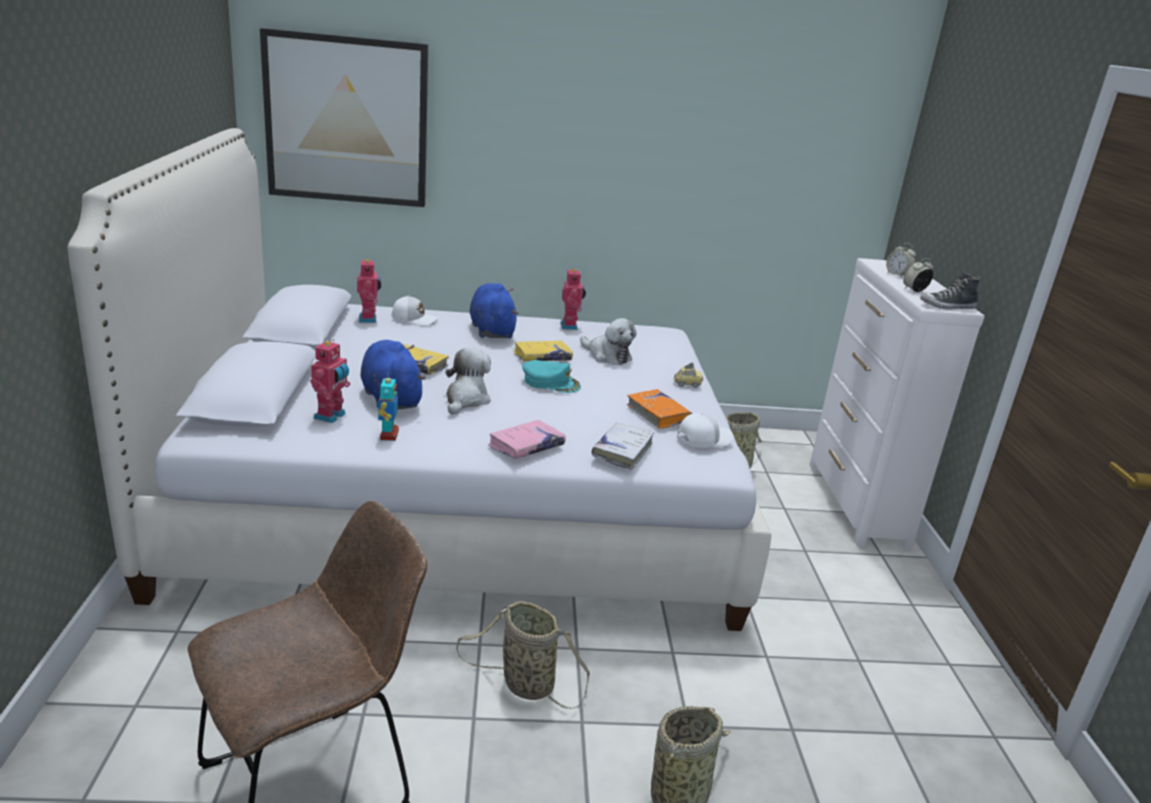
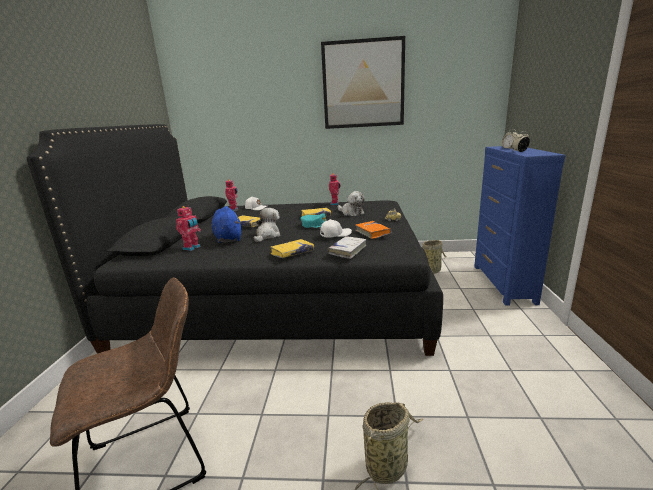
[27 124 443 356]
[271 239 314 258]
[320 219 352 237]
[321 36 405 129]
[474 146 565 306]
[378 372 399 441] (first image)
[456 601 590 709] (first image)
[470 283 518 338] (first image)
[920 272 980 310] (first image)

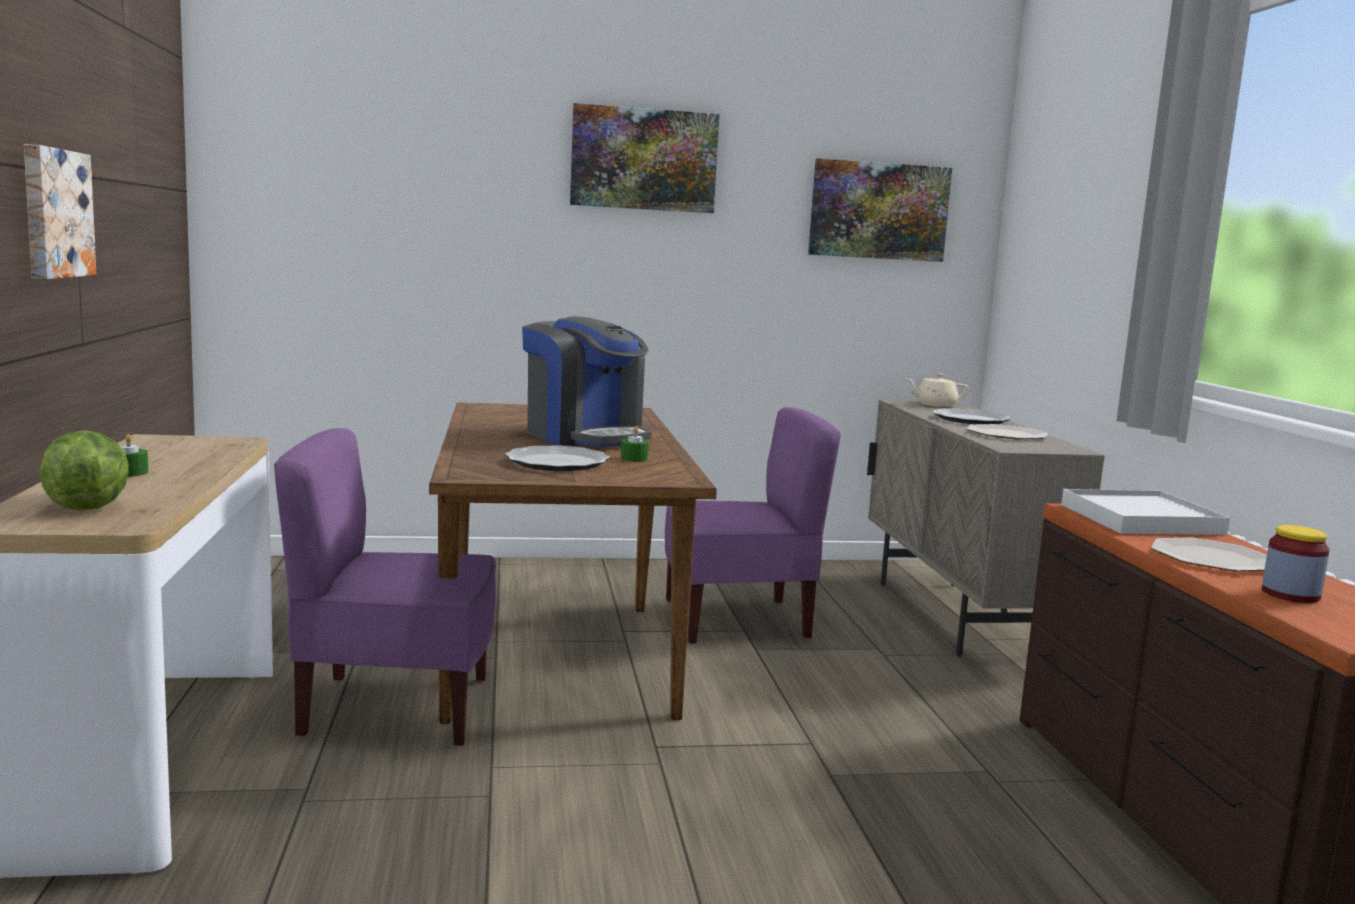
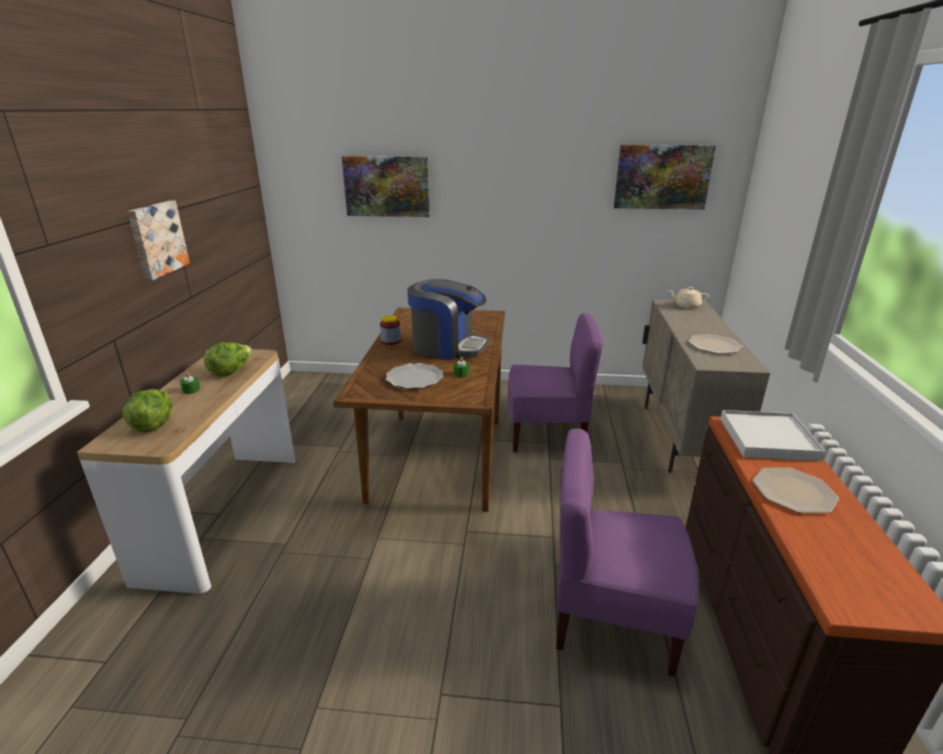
[204 342 252 377]
[342 156 430 217]
[380 315 401 345]
[407 279 488 360]
[556 429 699 677]
[932 408 1011 424] (first image)

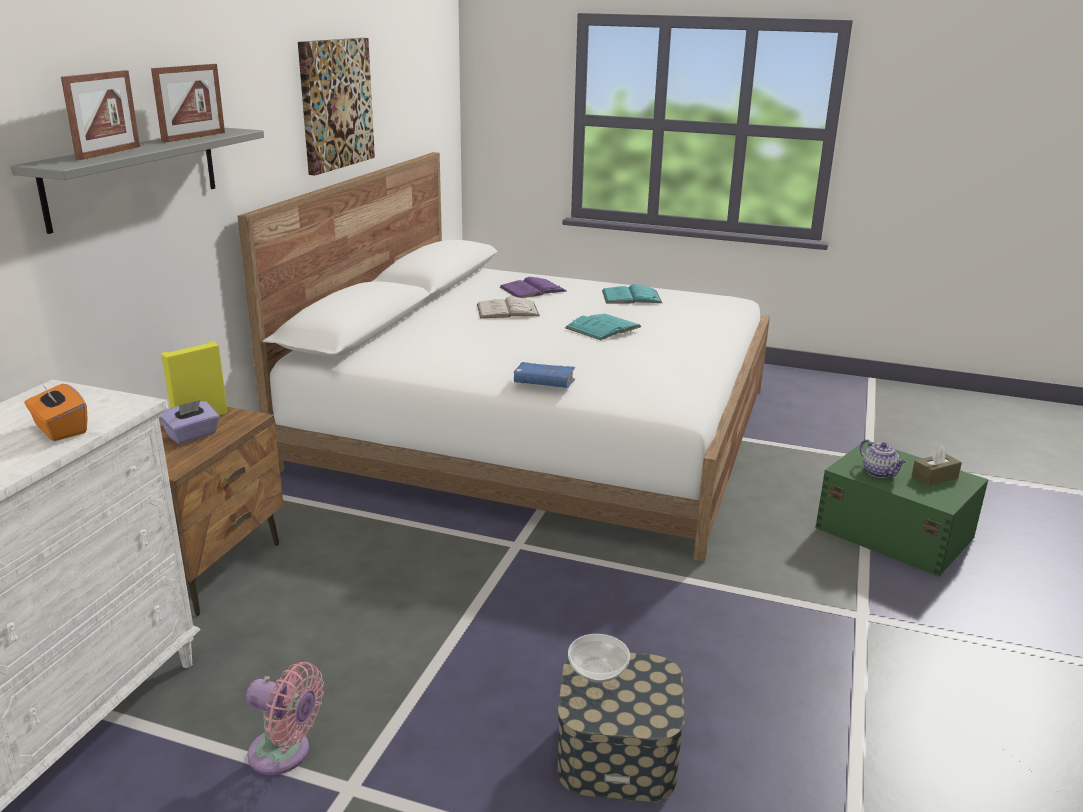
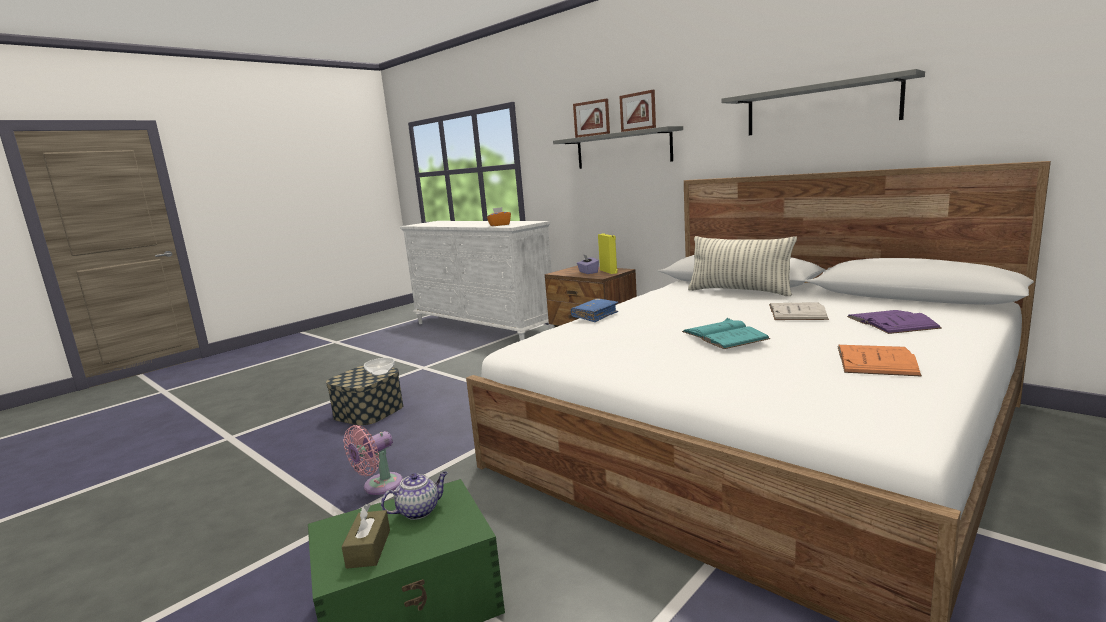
[343 425 403 495]
[381 472 448 520]
[688 236 797 296]
[721 69 925 136]
[837 345 922 377]

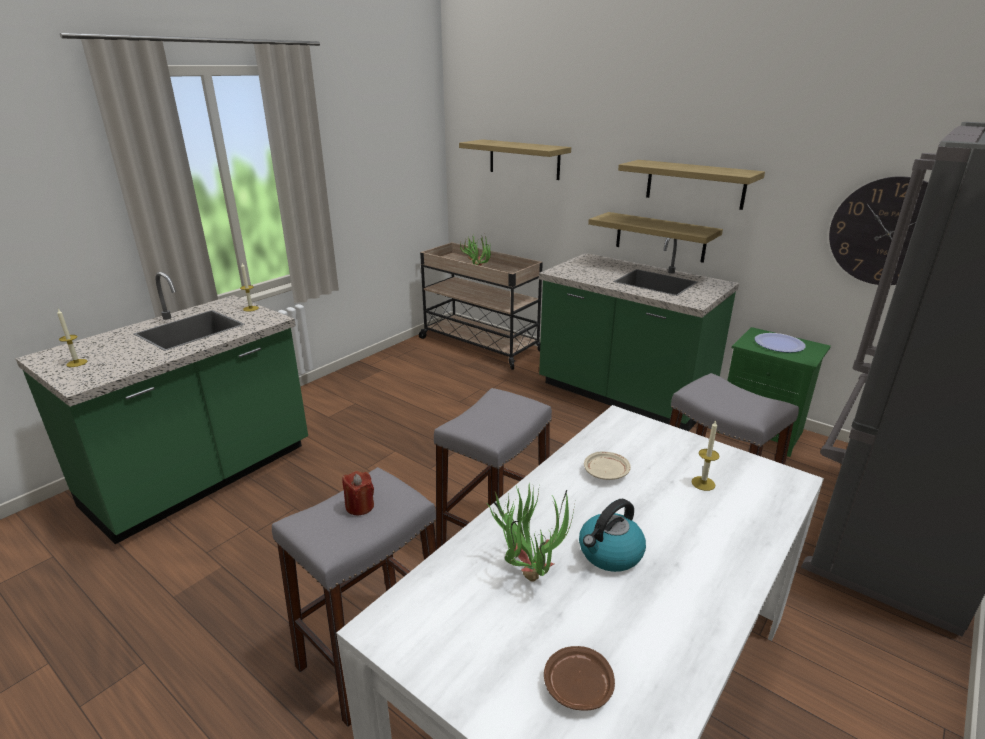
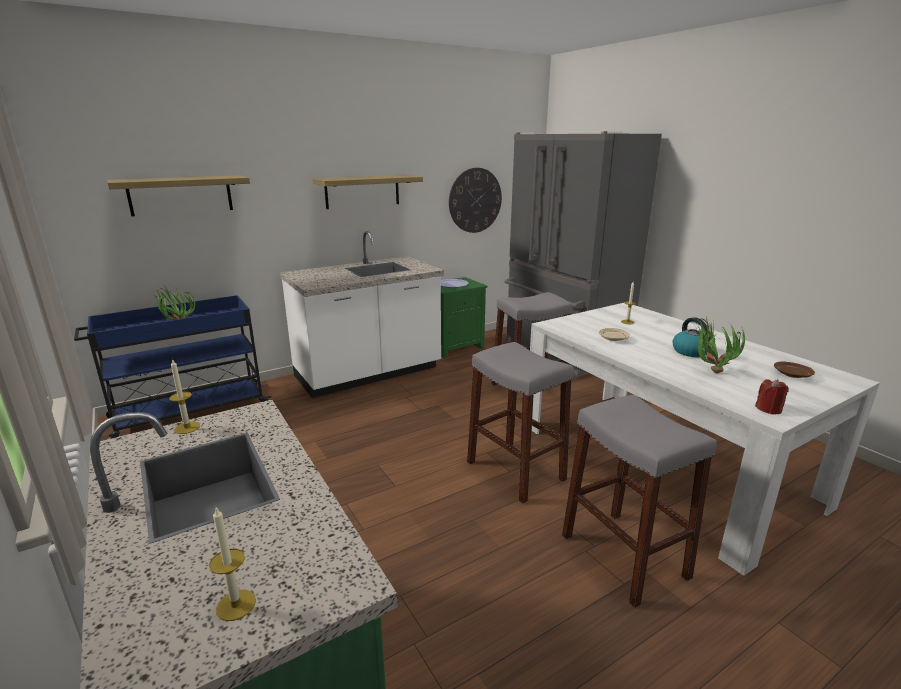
[74 295 272 439]
[280 231 444 398]
[755 379 789 414]
[588 212 723 263] (first image)

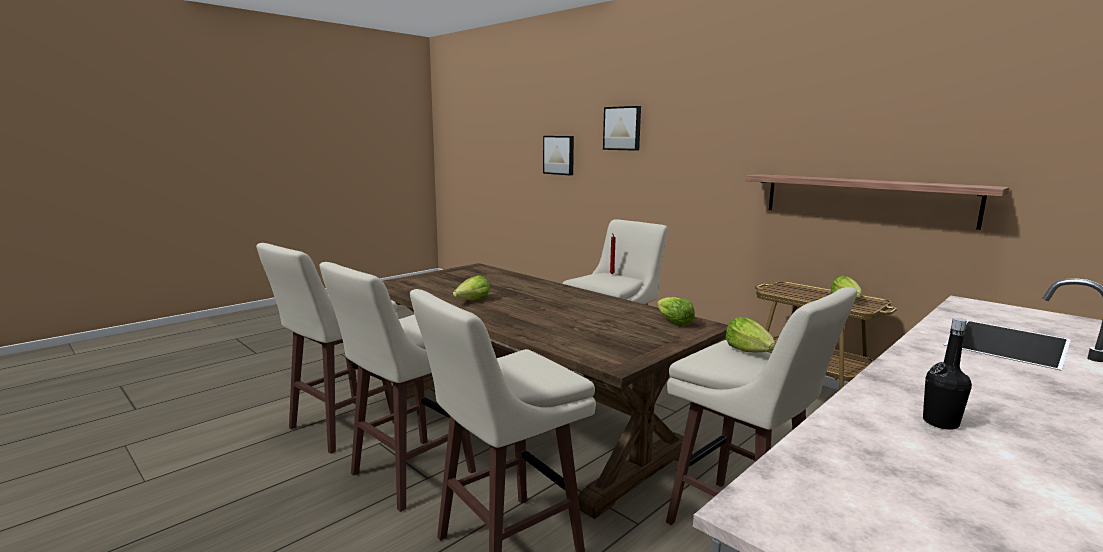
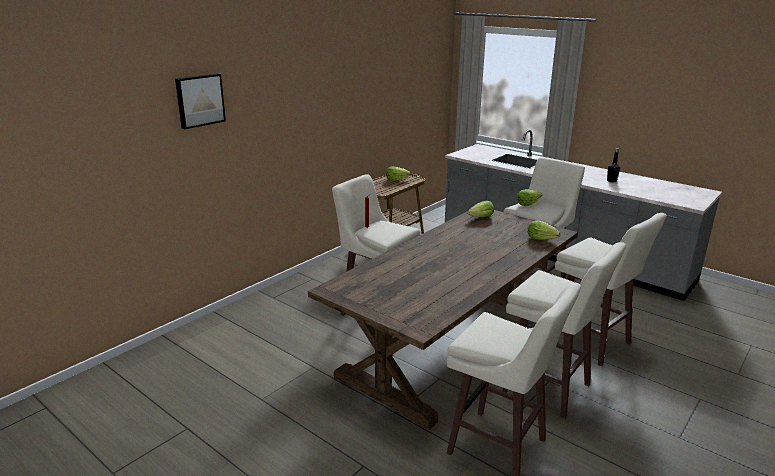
[528 220 561 240]
[543 136 574 175] (first image)
[745 174 1010 230] (first image)

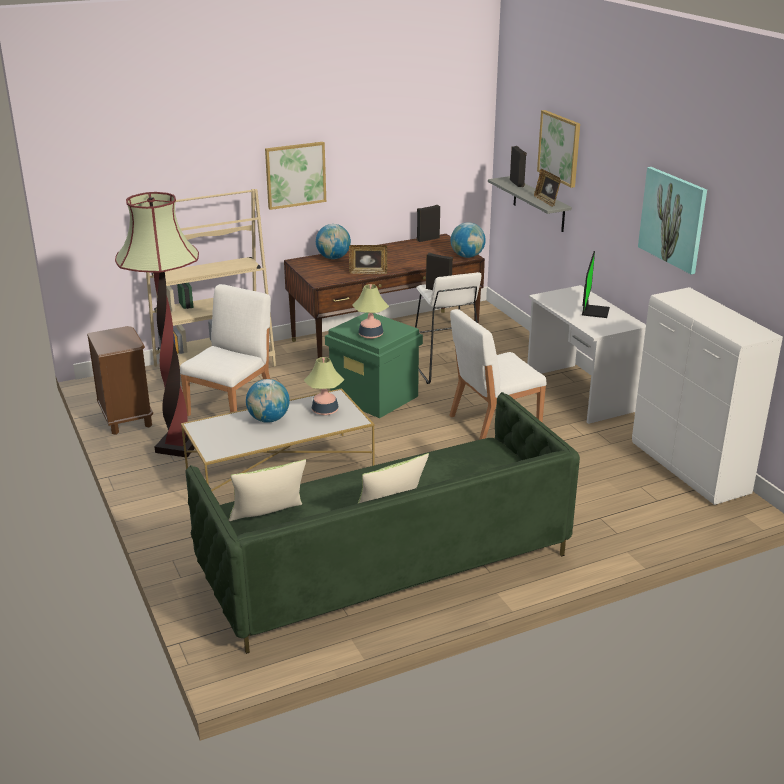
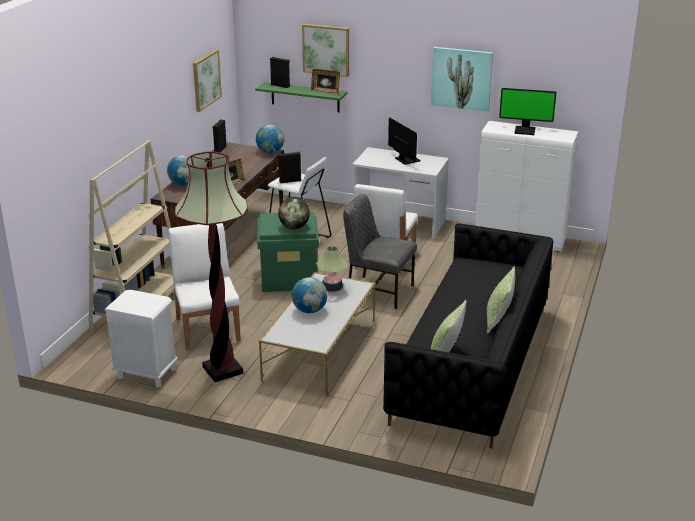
[104 290 178 388]
[193 49 222 112]
[255 82 347 112]
[278 197 310 229]
[343 194 417 309]
[383 223 553 448]
[499 88 556 135]

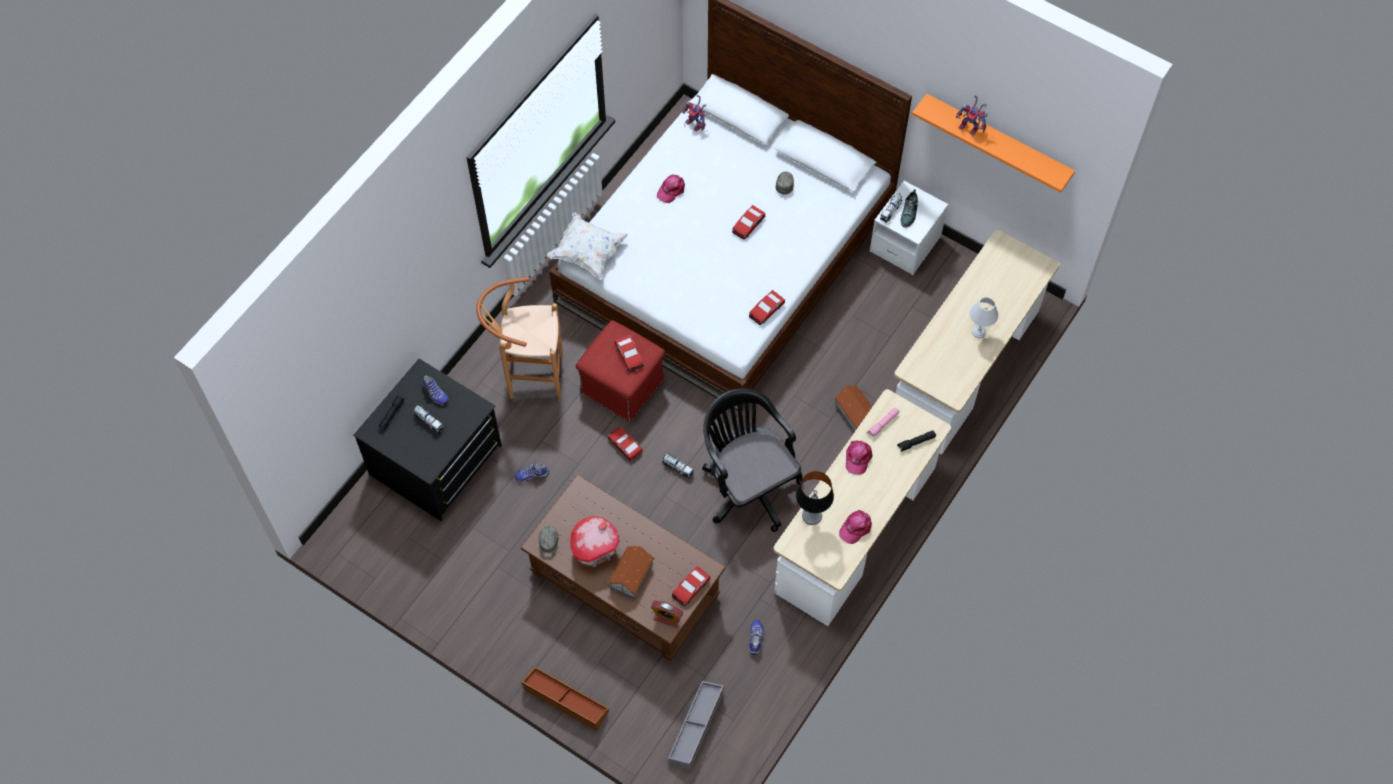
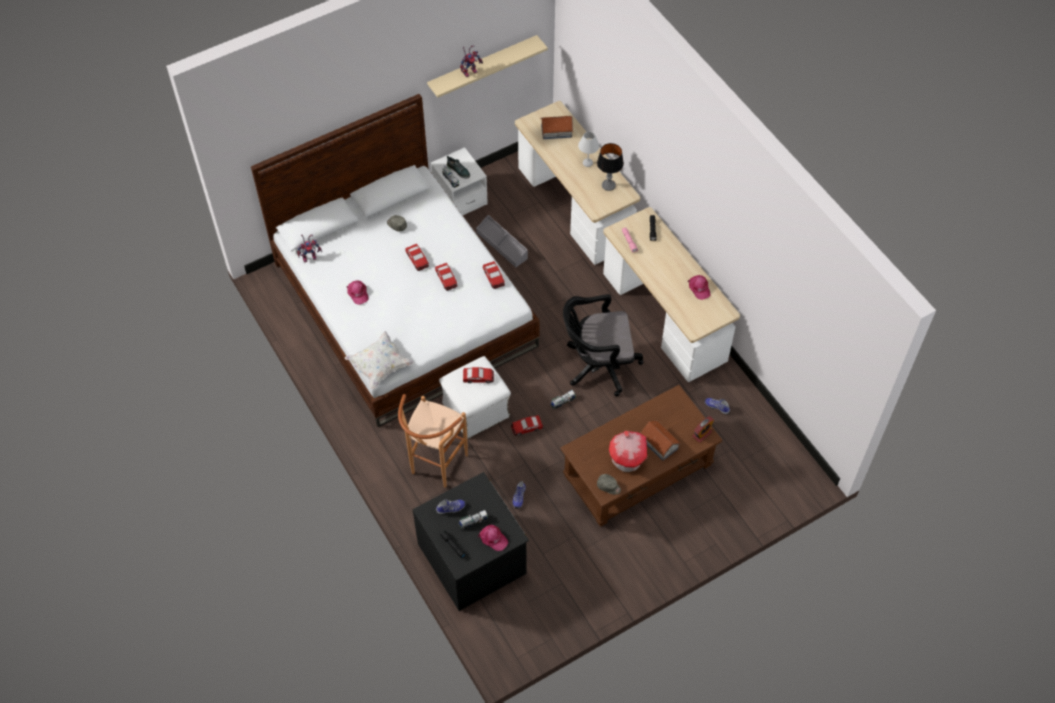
[427 35 548 98]
[435 263 457 291]
[439 356 511 439]
[476 215 528 268]
[478 525 508 551]
[541 116 573 139]
[597 143 624 191]
[521 667 609 731] (first image)

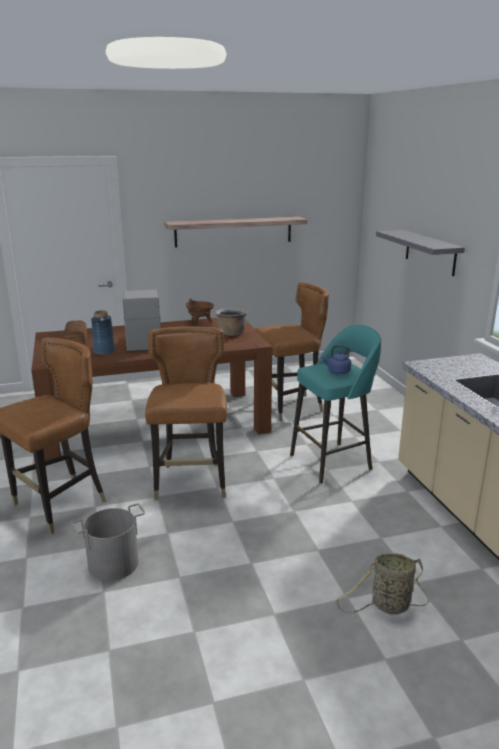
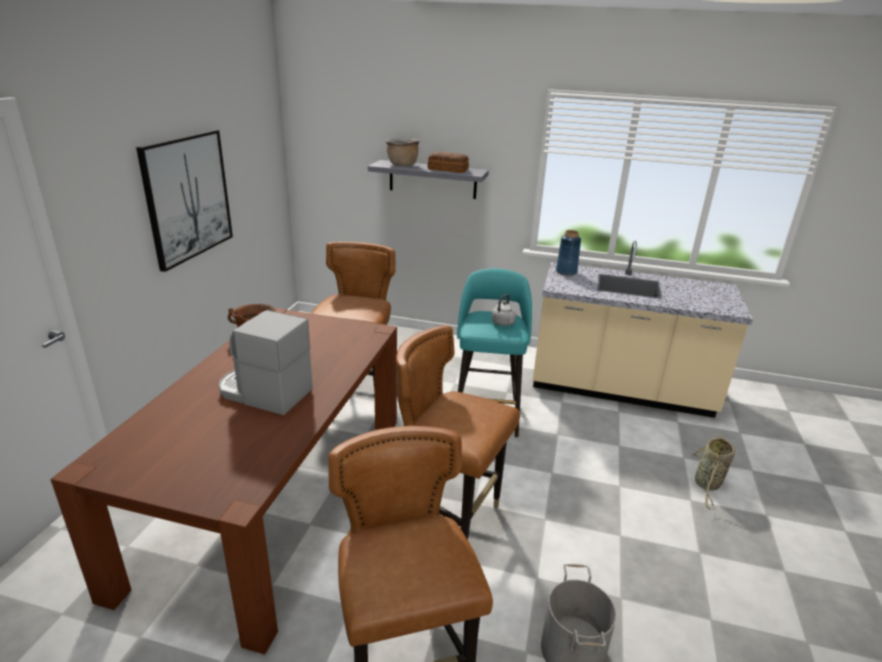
[136 130 233 272]
[386 138 419 166]
[428 152 469 173]
[491 294 516 326]
[556 230 581 276]

